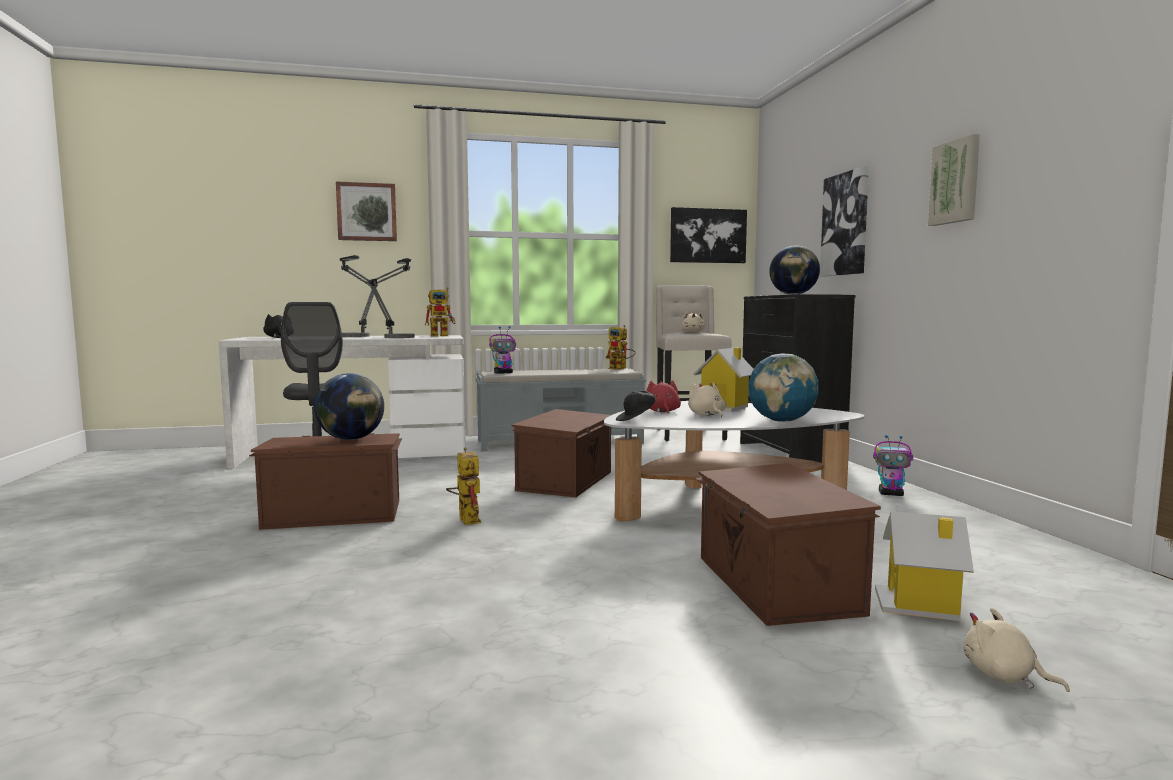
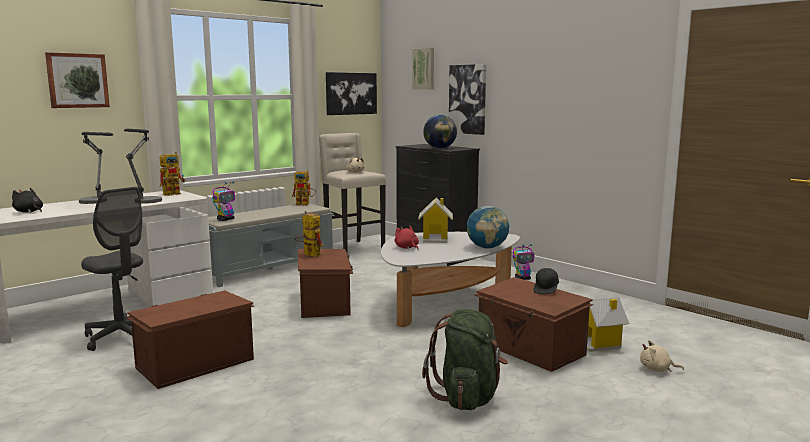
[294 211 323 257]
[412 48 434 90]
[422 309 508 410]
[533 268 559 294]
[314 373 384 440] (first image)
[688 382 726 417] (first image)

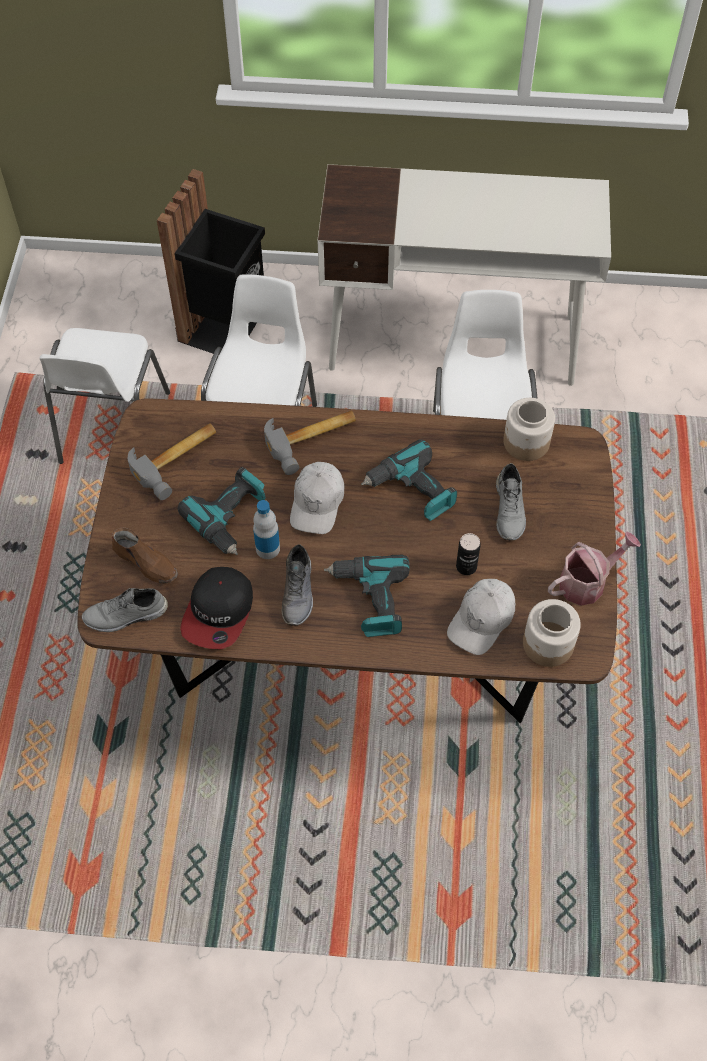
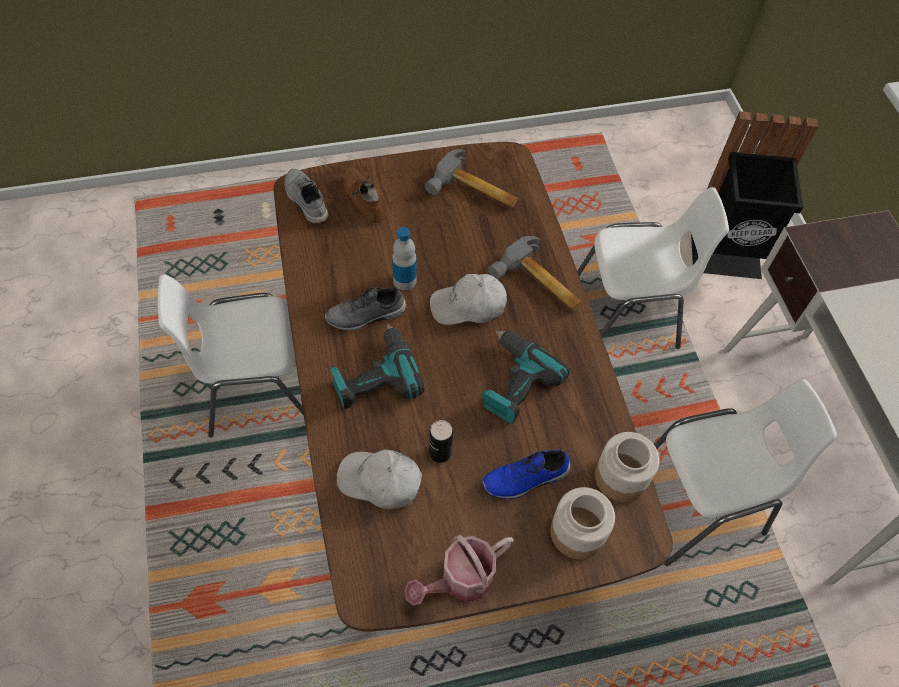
[158 274 304 437]
[343 167 383 223]
[404 535 514 605]
[482 450 571 499]
[550 487 615 560]
[178 467 266 555] (first image)
[180 567 253 649] (first image)

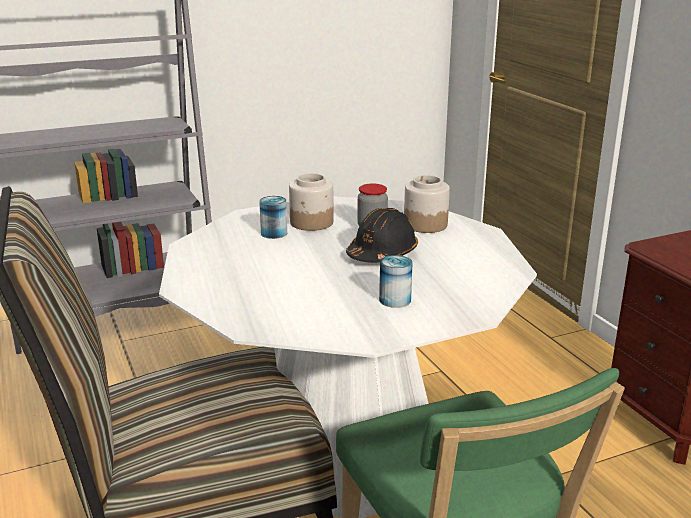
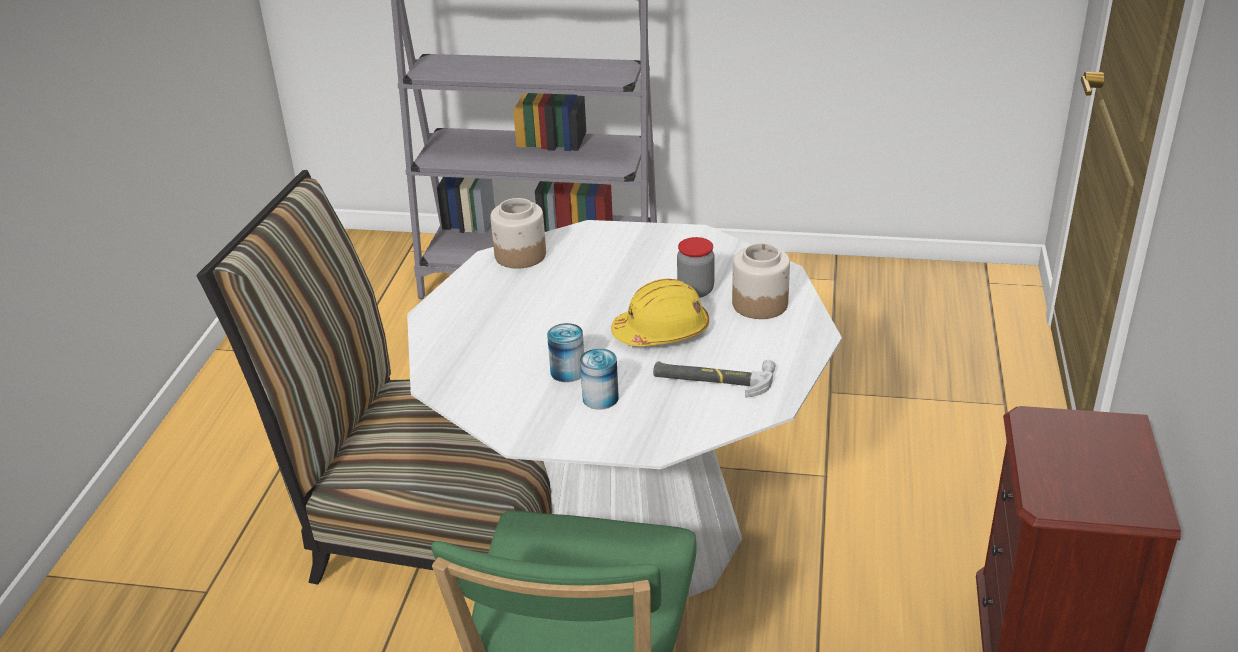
[490 198 546 269]
[547 323 584 382]
[611 279 709 346]
[653 360 776 398]

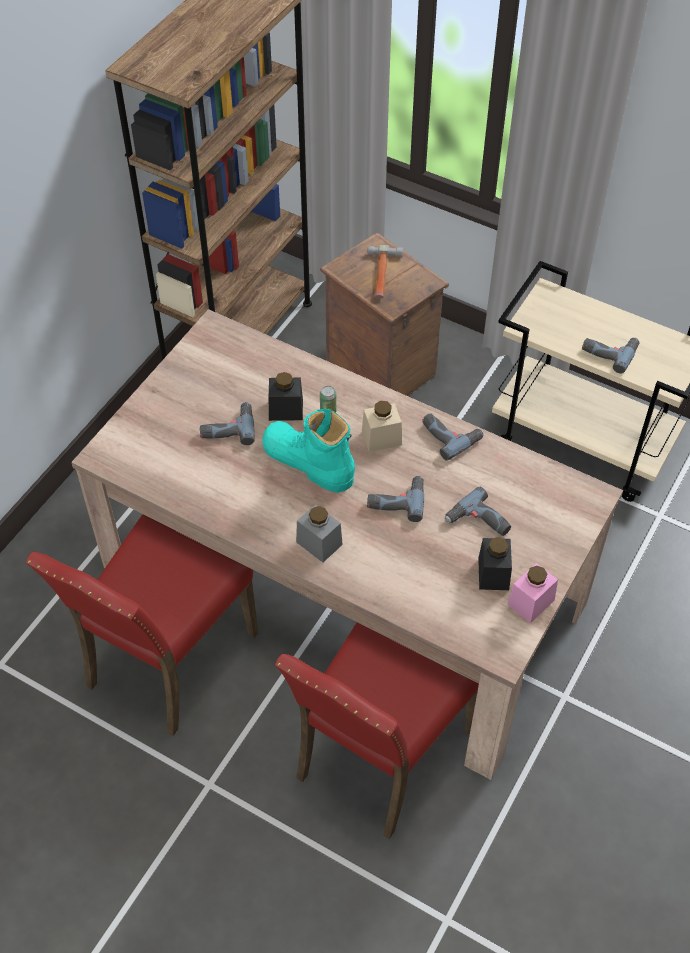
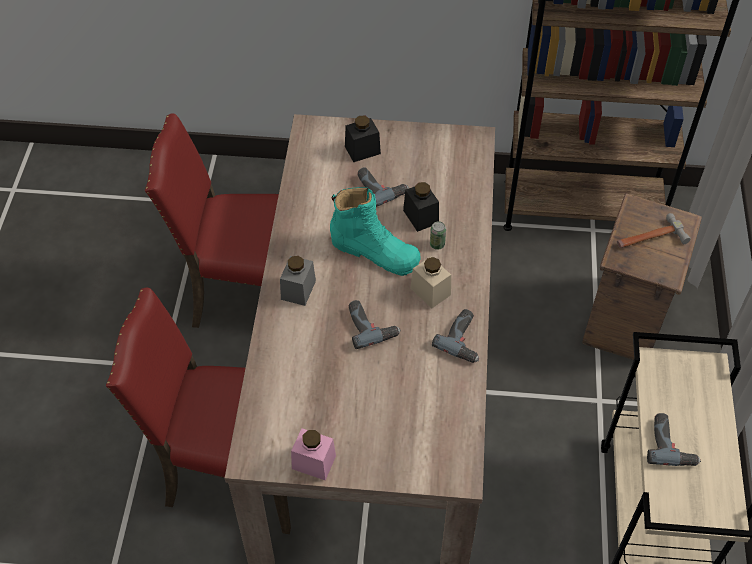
[330 187 421 276]
[345 116 381 162]
[445 487 511 536] (first image)

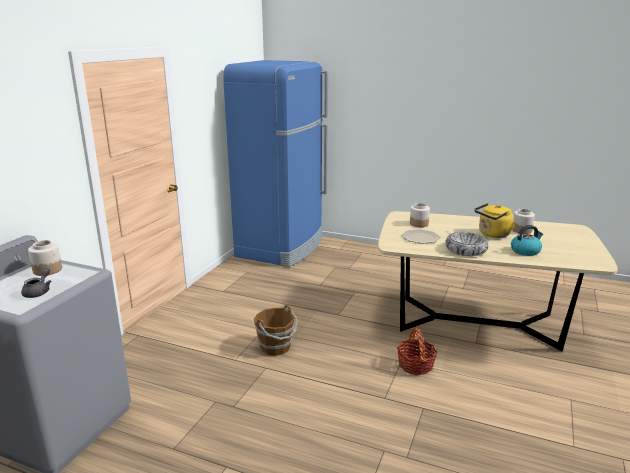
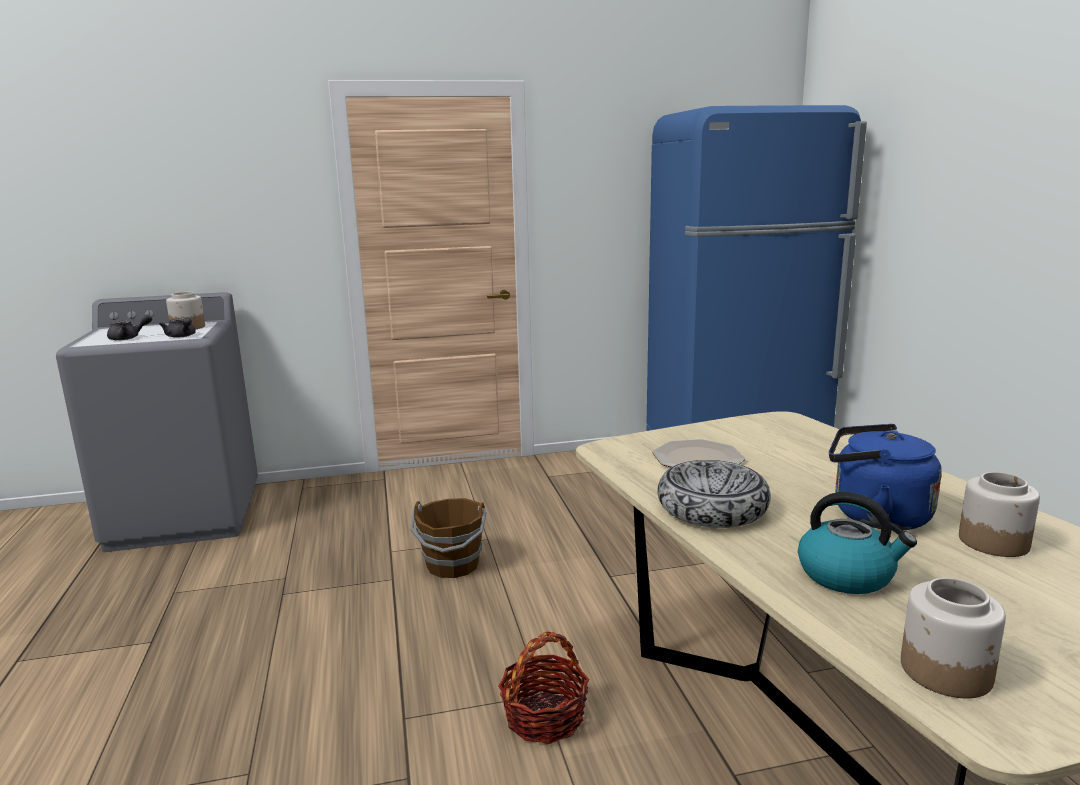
[159 317 196 338]
[829 424 942 530]
[901 577 1006 699]

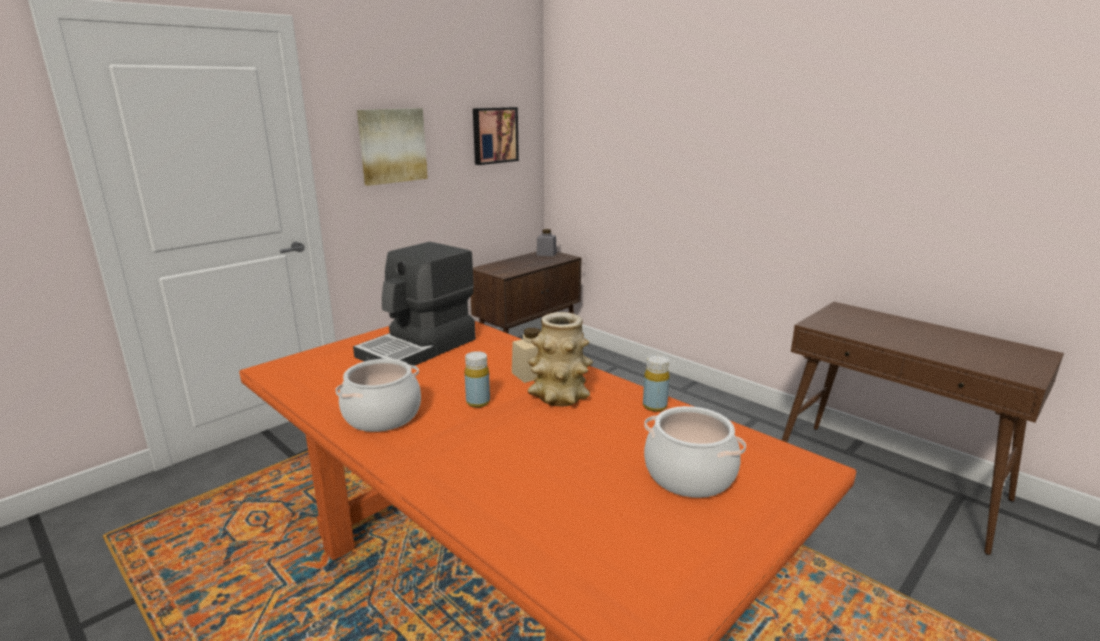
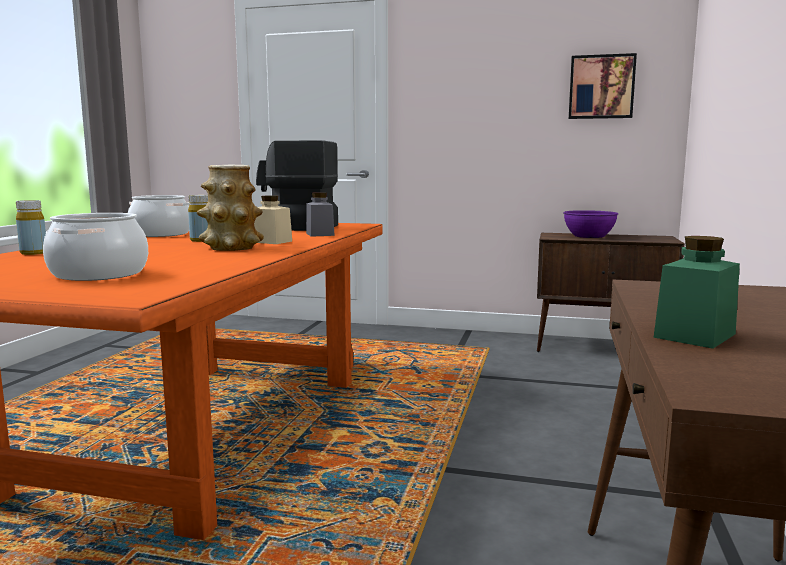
[16 200 46 255]
[306 192 335 237]
[563 210 618 238]
[653 236 740 349]
[357 108 428 186] (first image)

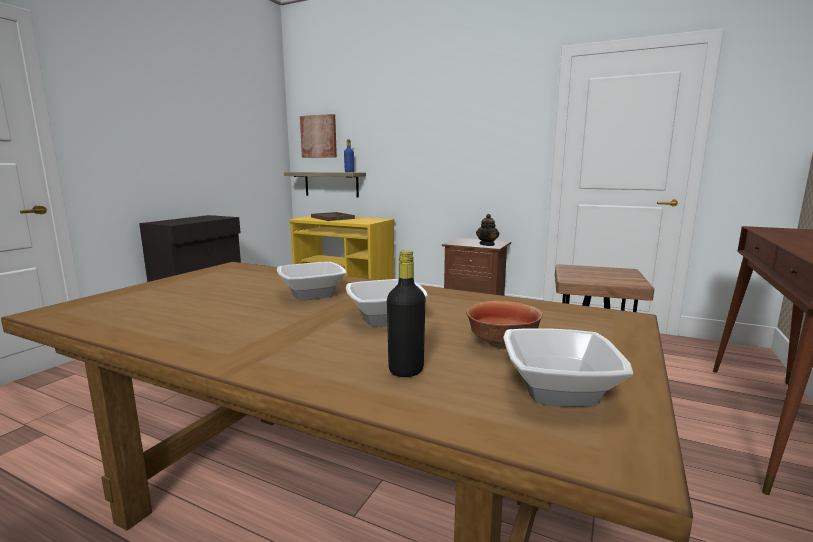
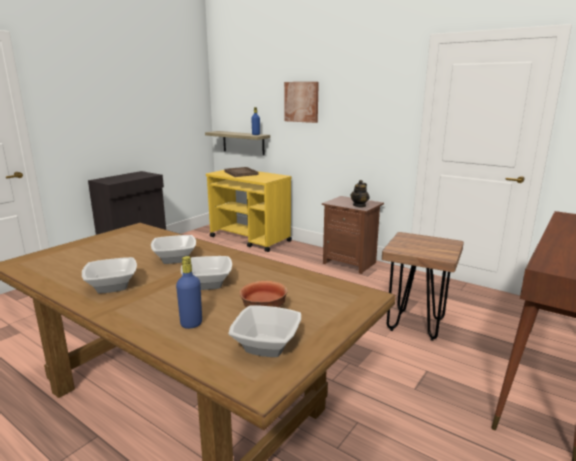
[82 257 137 293]
[176 256 202 329]
[284 82 319 123]

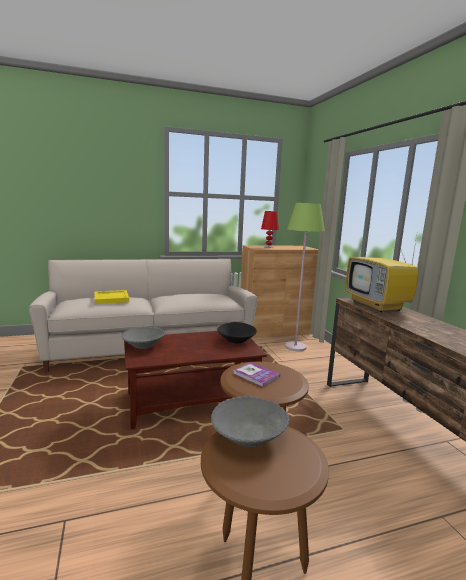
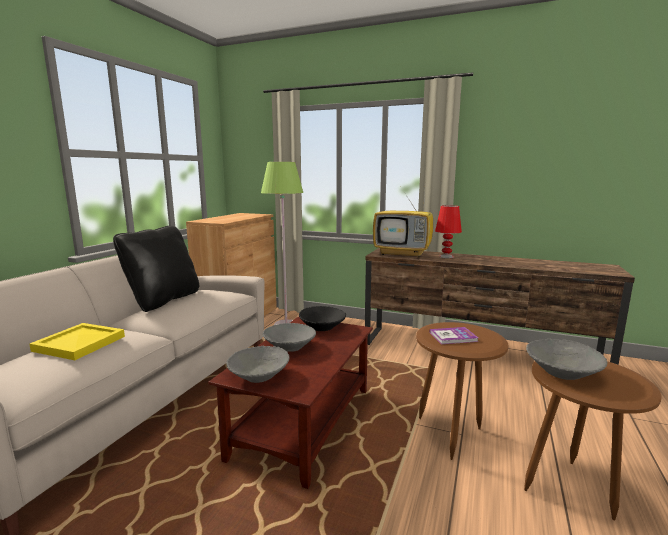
[113 226 199 312]
[262 323 316 352]
[435 205 462 258]

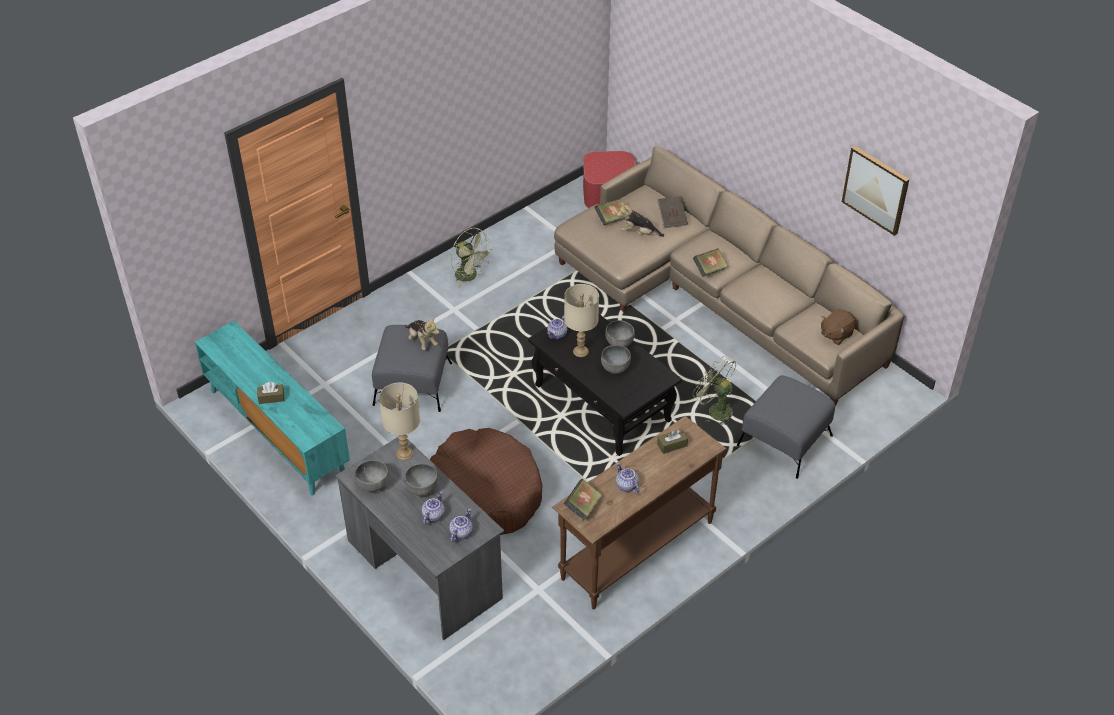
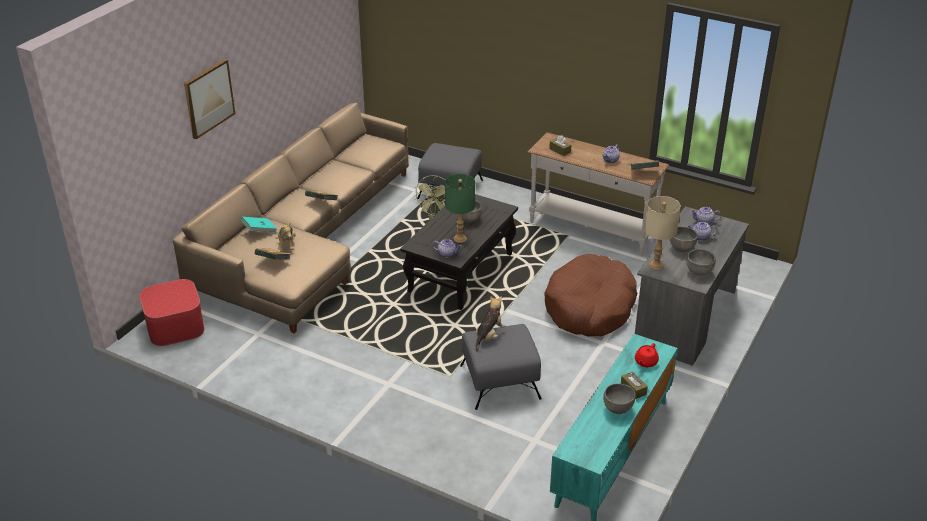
[184 59 235 139]
[241 217 277 233]
[445 174 475 243]
[527 132 669 256]
[603 384 635 414]
[635 343 659 367]
[451 228 493 288] (first image)
[821 309 857 345] (first image)

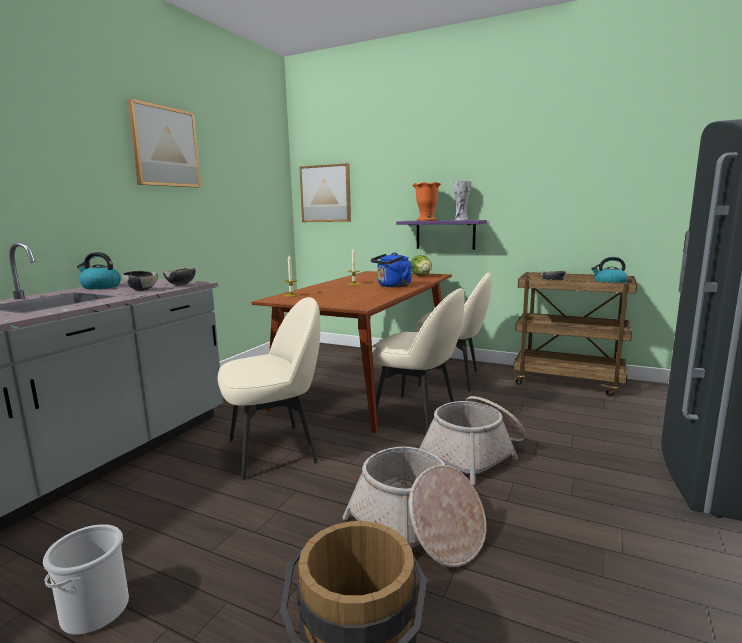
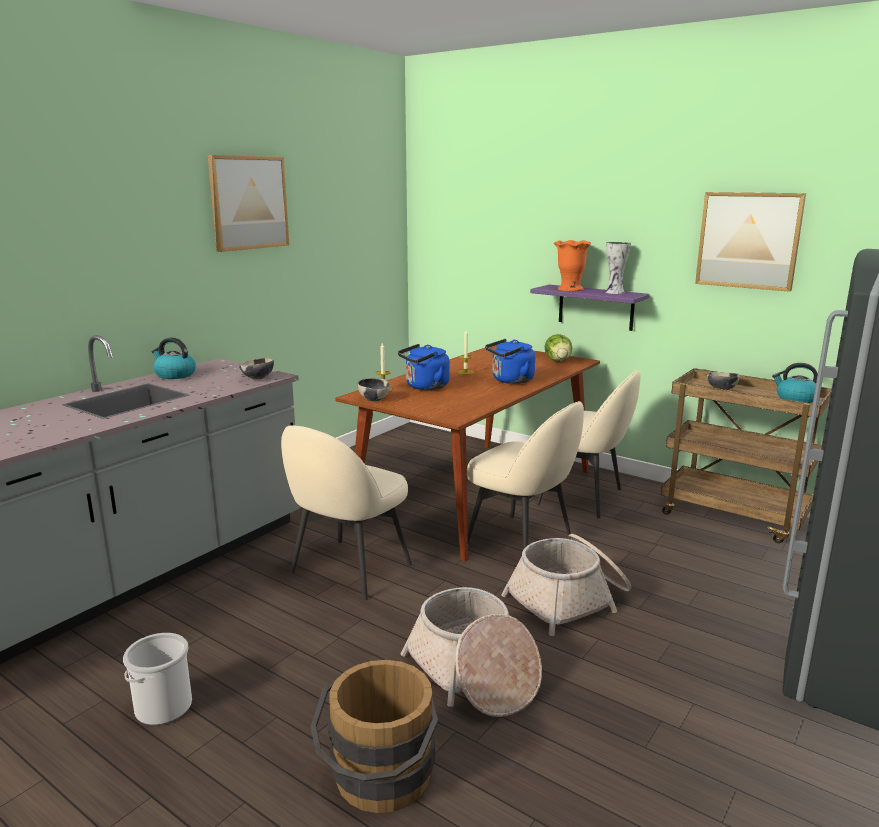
[281 425 412 600]
[358 378 391 402]
[398 344 450 390]
[695 192 806 292]

